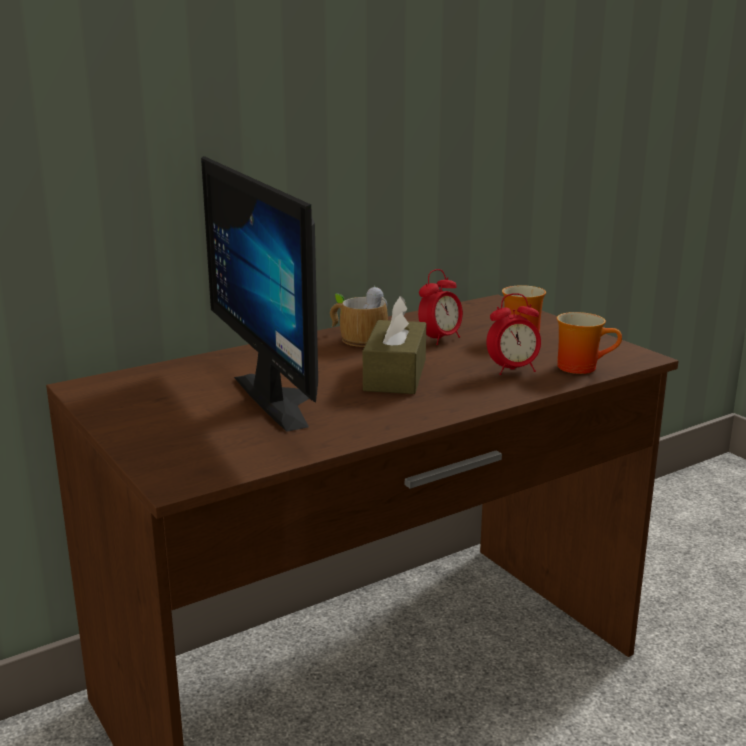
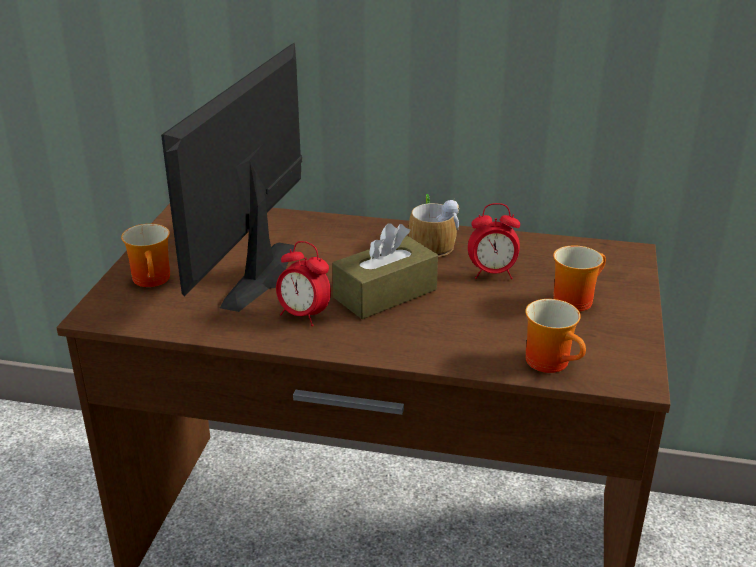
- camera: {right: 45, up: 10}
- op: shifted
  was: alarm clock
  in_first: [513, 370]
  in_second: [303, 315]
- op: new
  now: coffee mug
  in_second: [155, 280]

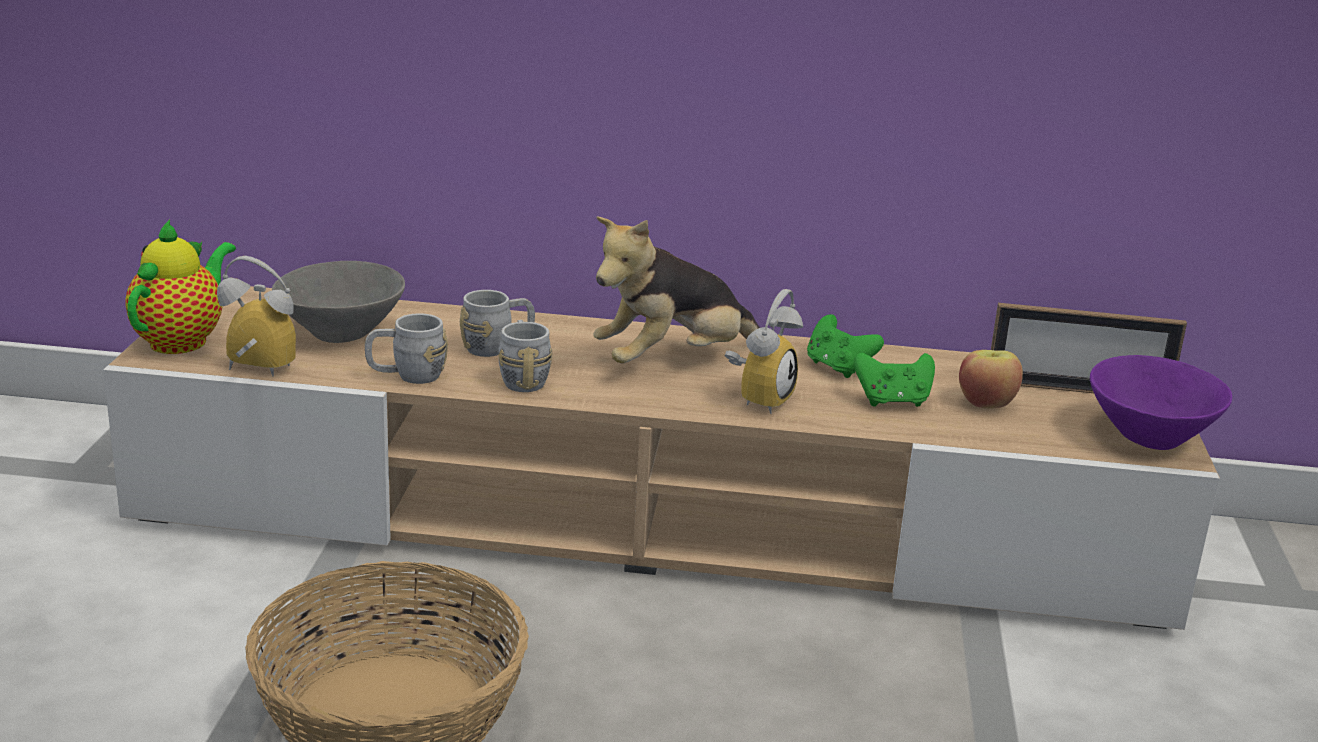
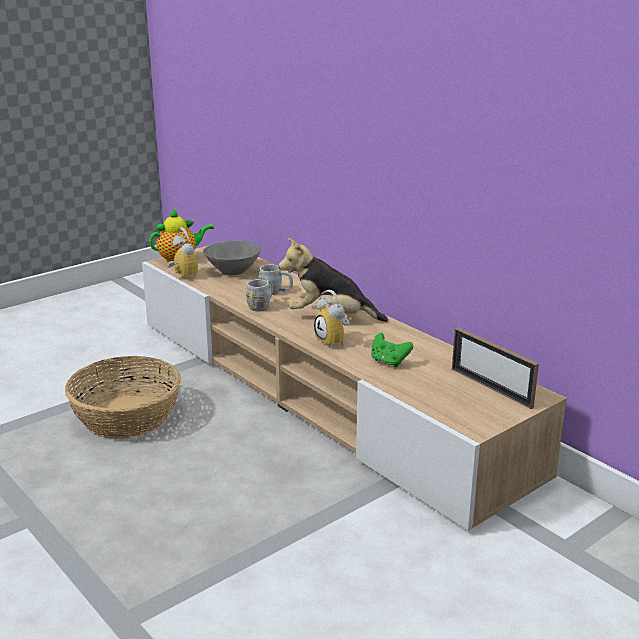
- camera: {right: 45, up: 0}
- op: rotated
  was: alarm clock
  in_first: [759, 398]
  in_second: [334, 341]
  clockwise: 75
- op: gone
  was: greyish coffee mug
  in_first: [407, 376]
- op: gone
  was: green joypad
  in_first: [838, 368]
- op: gone
  was: apple
  in_first: [986, 403]
- op: gone
  was: purplish bowl
  in_first: [1149, 438]

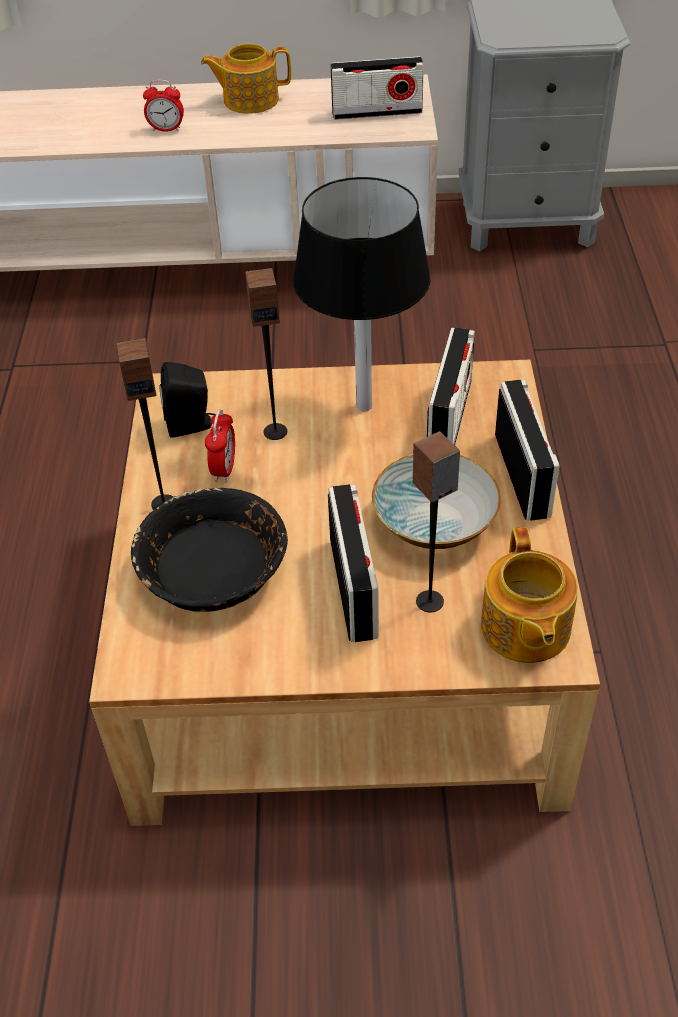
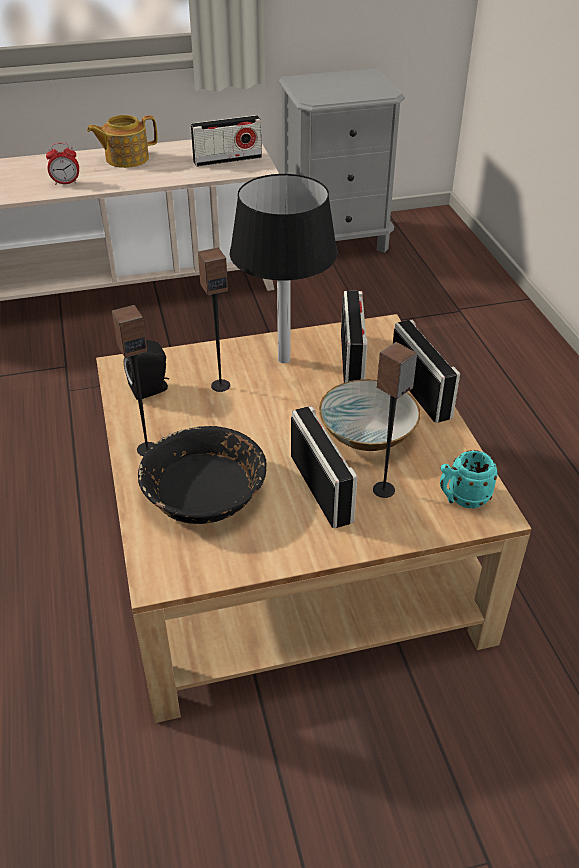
- camera: {right: -15, up: -5}
- op: gone
  was: alarm clock
  in_first: [224, 469]
- op: swapped
  was: pot for tea
  now: blue-green coffee mug
  in_first: [524, 629]
  in_second: [462, 498]

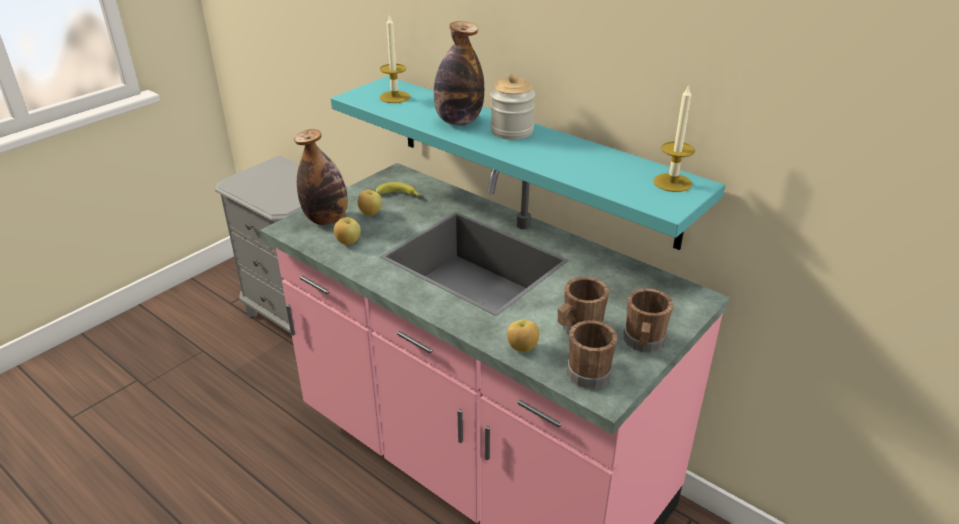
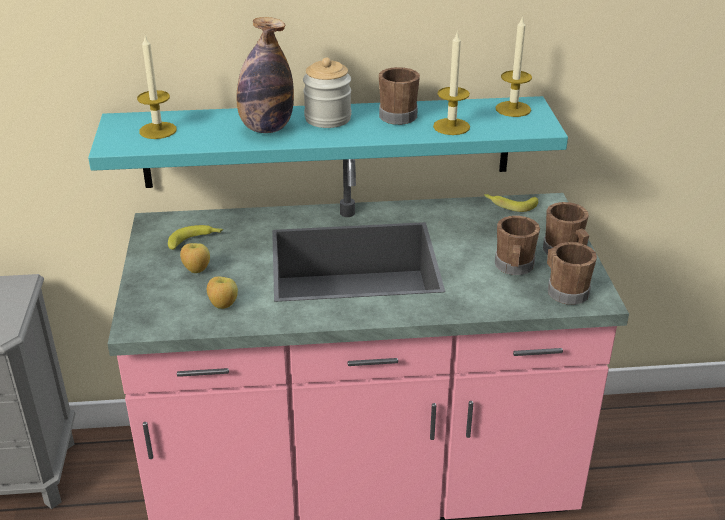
- camera: {right: -45, up: 0}
- op: gone
  was: bottle
  in_first: [326, 219]
- op: gone
  was: apple
  in_first: [522, 348]
- op: new
  now: wax candle
  in_second: [451, 126]
- op: new
  now: brownish coffee mug
  in_second: [397, 114]
- op: new
  now: banana fruit
  in_second: [509, 204]

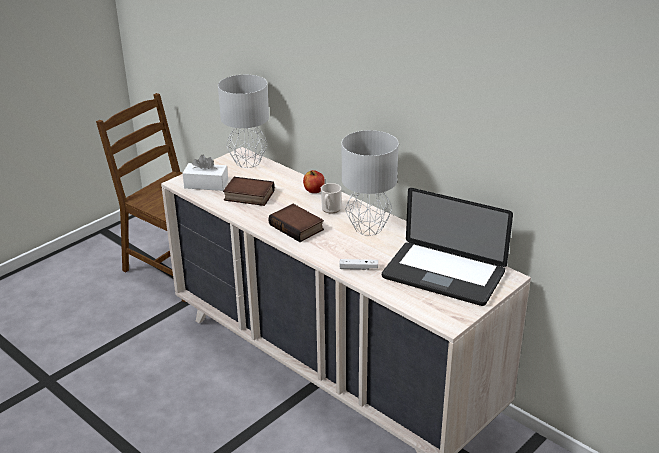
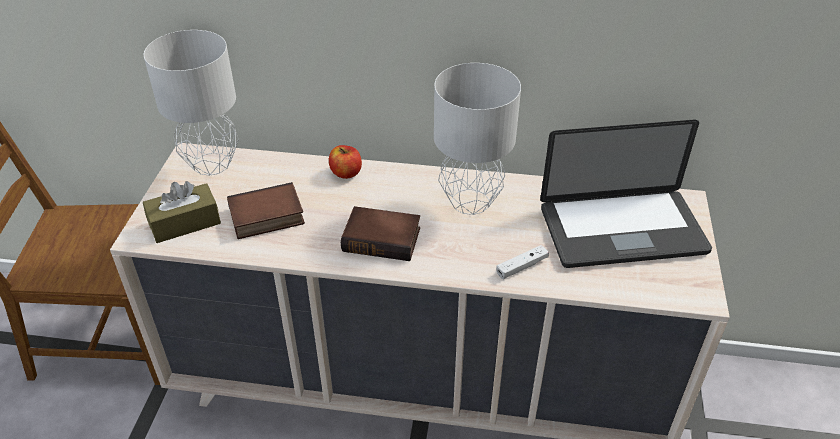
- camera: {right: -35, up: 10}
- op: repainted
  was: white-coloured box of tissues
  now: brownish box of tissues
  in_first: [206, 184]
  in_second: [185, 223]
- op: gone
  was: coffee mug
  in_first: [330, 210]

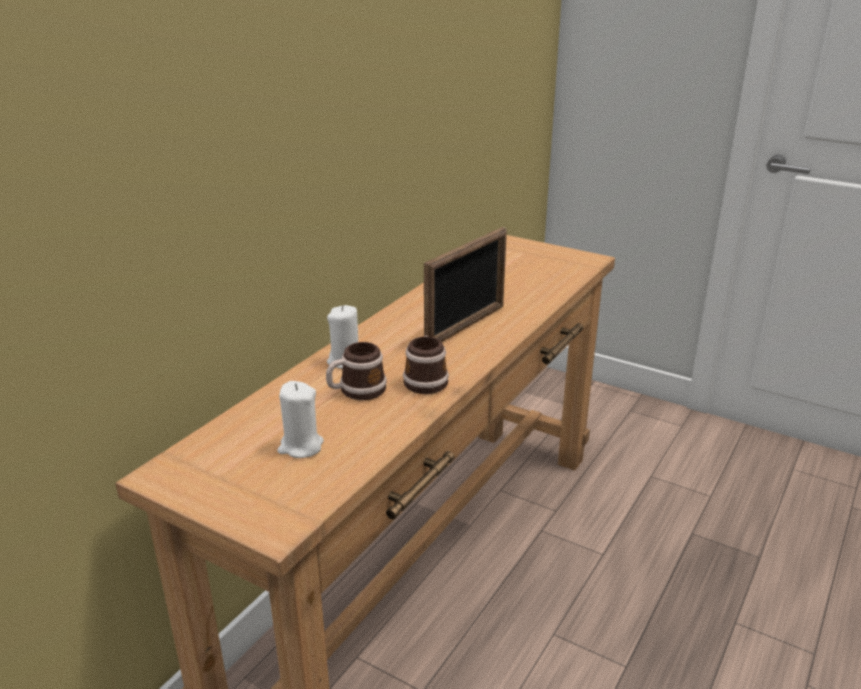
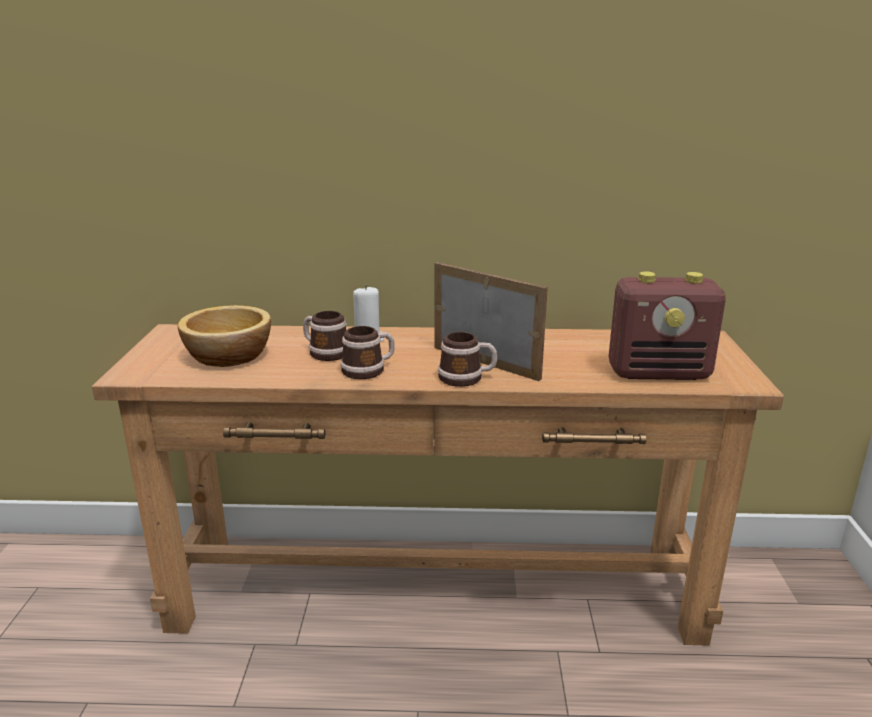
- camera: {right: 60, up: -5}
- op: rotated
  was: photo frame
  in_first: [466, 326]
  in_second: [486, 362]
  clockwise: -150
- op: swapped
  was: white-coloured wax candle
  now: bowl
  in_first: [300, 446]
  in_second: [230, 356]
- op: new
  now: radio
  in_second: [659, 373]
- op: new
  now: coffee mug
  in_second: [467, 378]

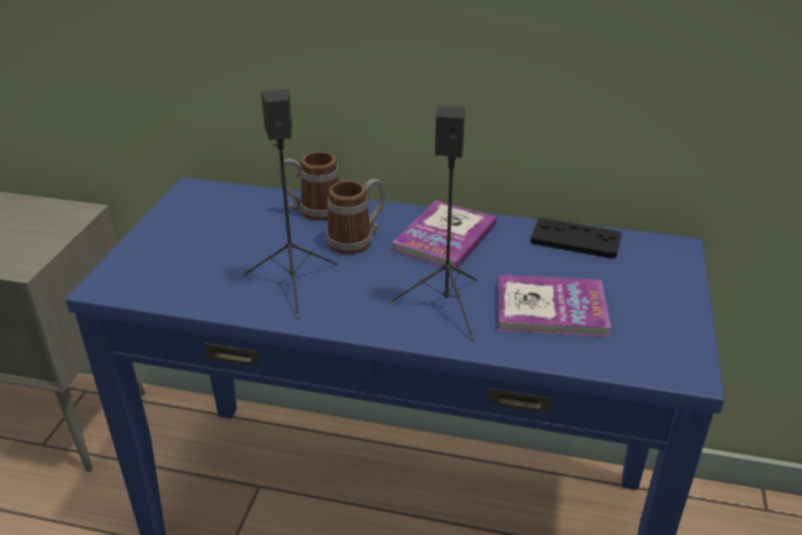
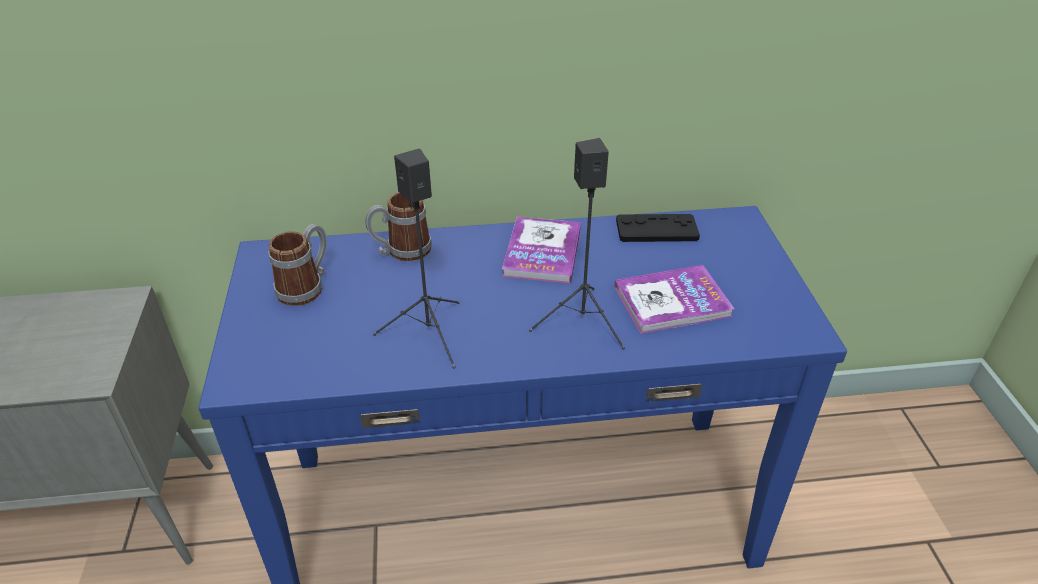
- camera: {right: -20, up: 5}
- op: shifted
  was: coffee mug
  in_first: [358, 239]
  in_second: [306, 286]

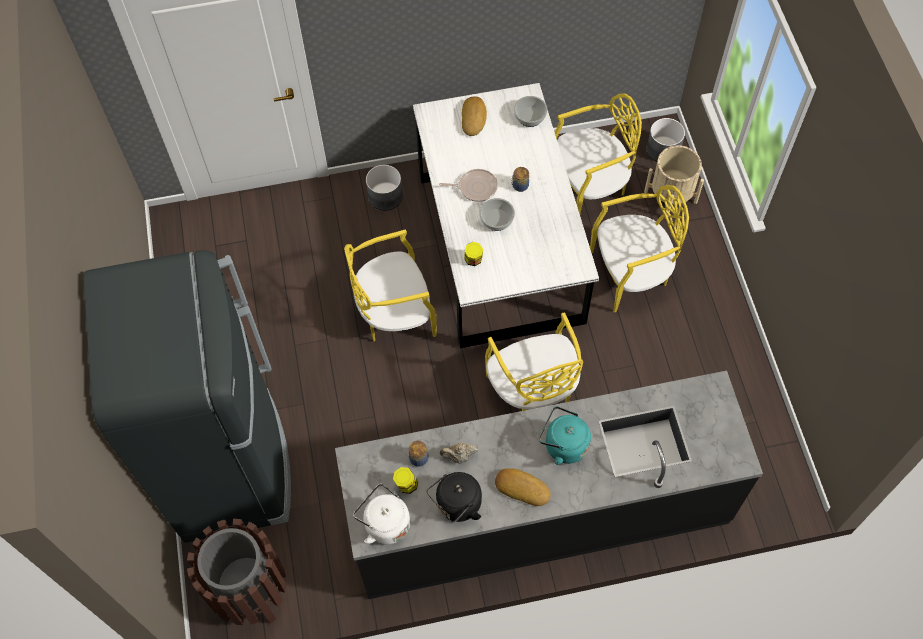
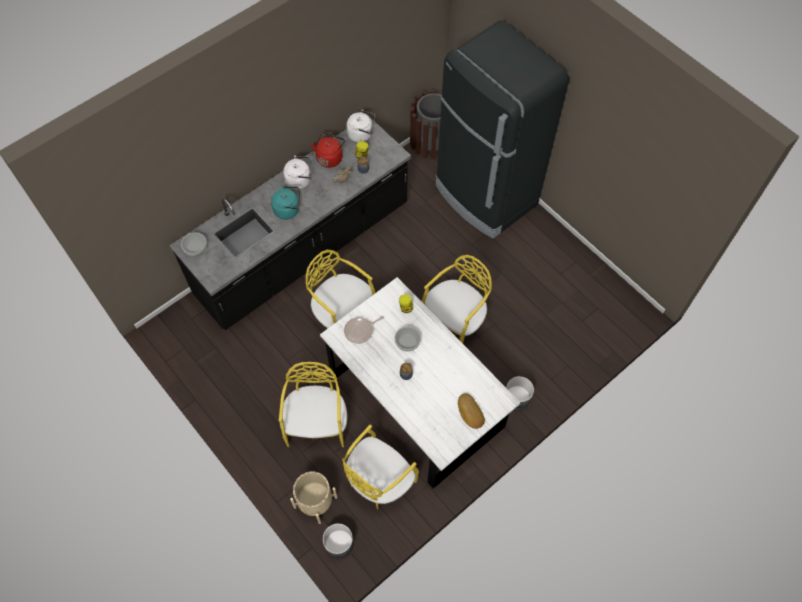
- camera: {right: 150, up: 0}
- op: shifted
  was: bowl
  in_first: [529, 117]
  in_second: [195, 247]
- op: shifted
  was: frying pan
  in_first: [475, 187]
  in_second: [360, 331]
- op: rotated
  was: yellow chair
  in_first: [631, 274]
  in_second: [317, 423]
  clockwise: 135
- op: swapped
  was: baked bread
  now: white-coloured kettle
  in_first: [522, 487]
  in_second: [300, 180]
- op: repainted
  was: black-coloured kettle
  now: red kettle
  in_first: [456, 505]
  in_second: [330, 157]

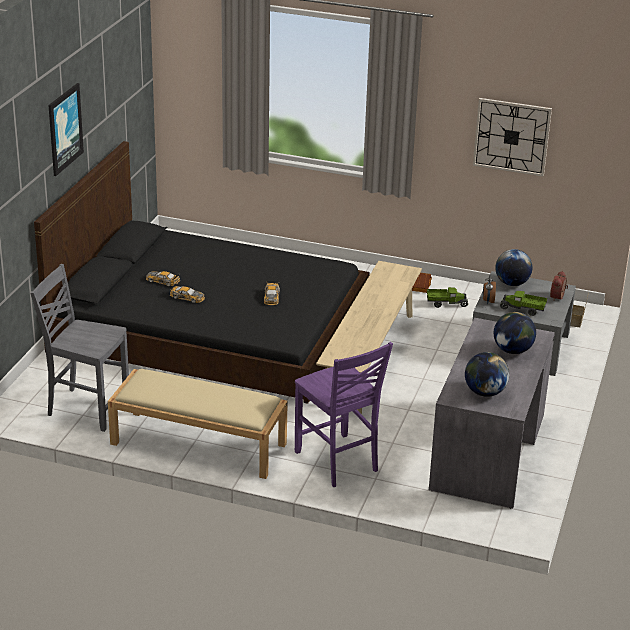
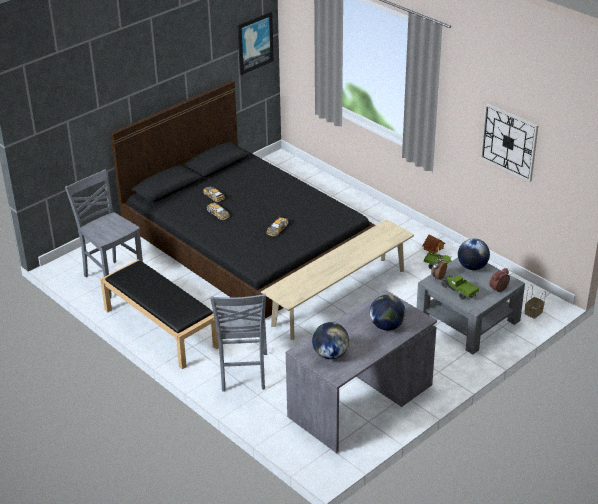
- camera: {right: 30, up: 5}
- op: shifted
  was: wall art
  in_first: [64, 129]
  in_second: [254, 42]
- op: repainted
  was: purplish chair
  now: greyish chair
  in_first: [338, 462]
  in_second: [242, 373]
- op: repainted
  was: beige-coloured long seat
  now: black-coloured long seat
  in_first: [197, 444]
  in_second: [160, 328]

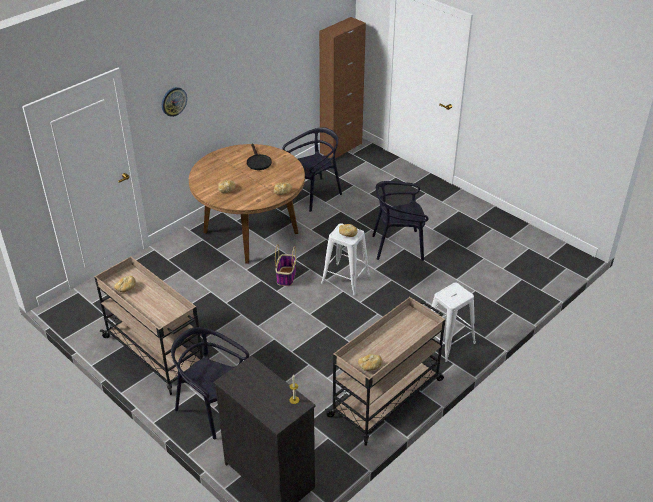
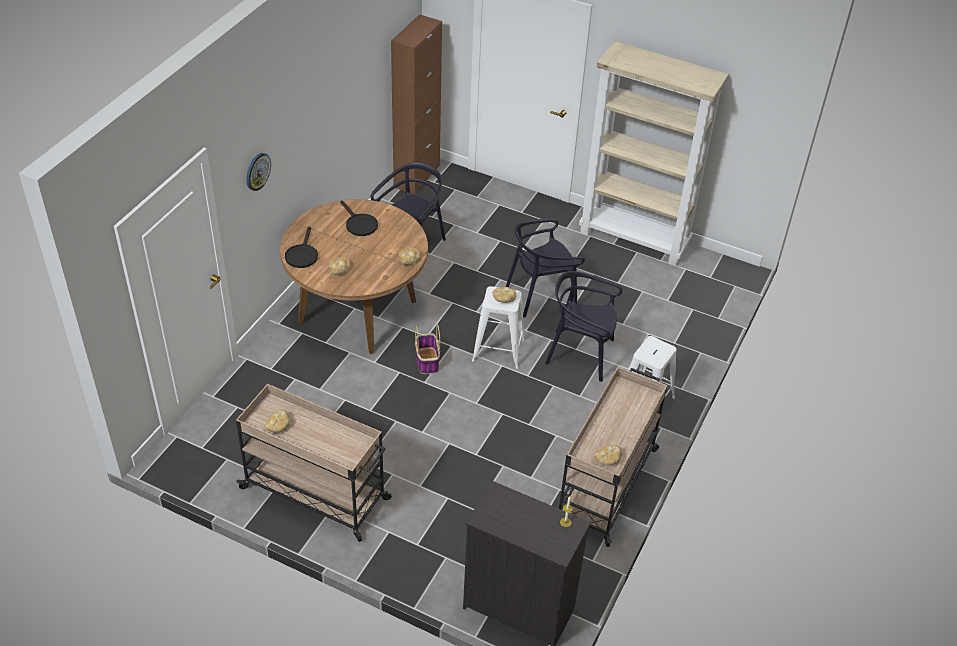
- camera: {right: -20, up: 5}
- op: shifted
  was: black-coloured chair
  in_first: [212, 408]
  in_second: [580, 354]
- op: new
  now: beige-coloured bookshelf
  in_second: [635, 239]
- op: new
  now: black-coloured frying pan
  in_second: [302, 254]

